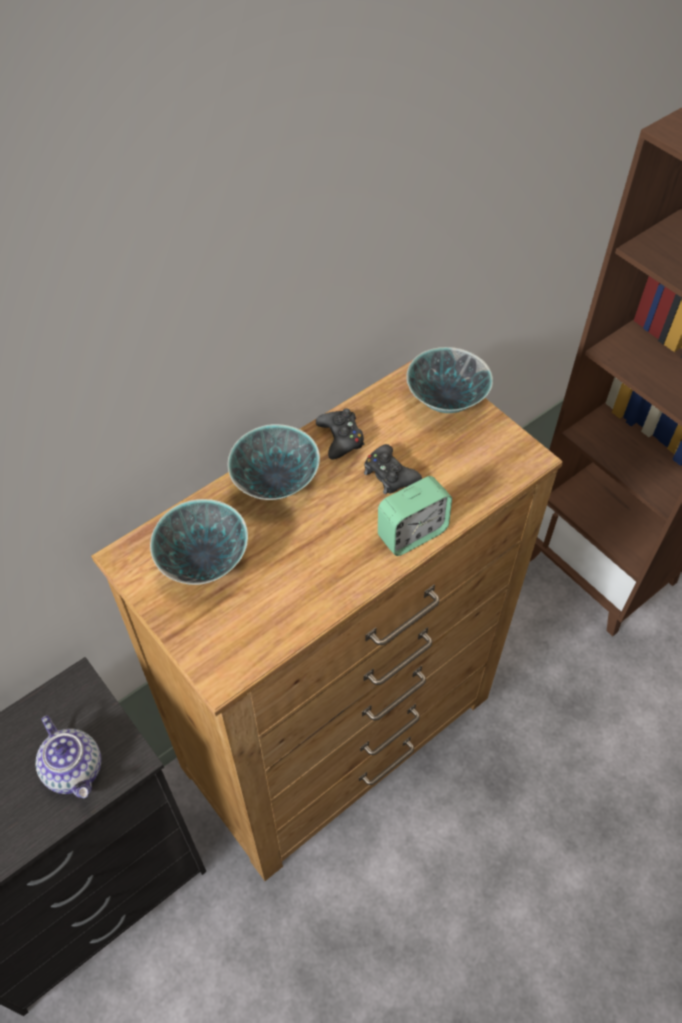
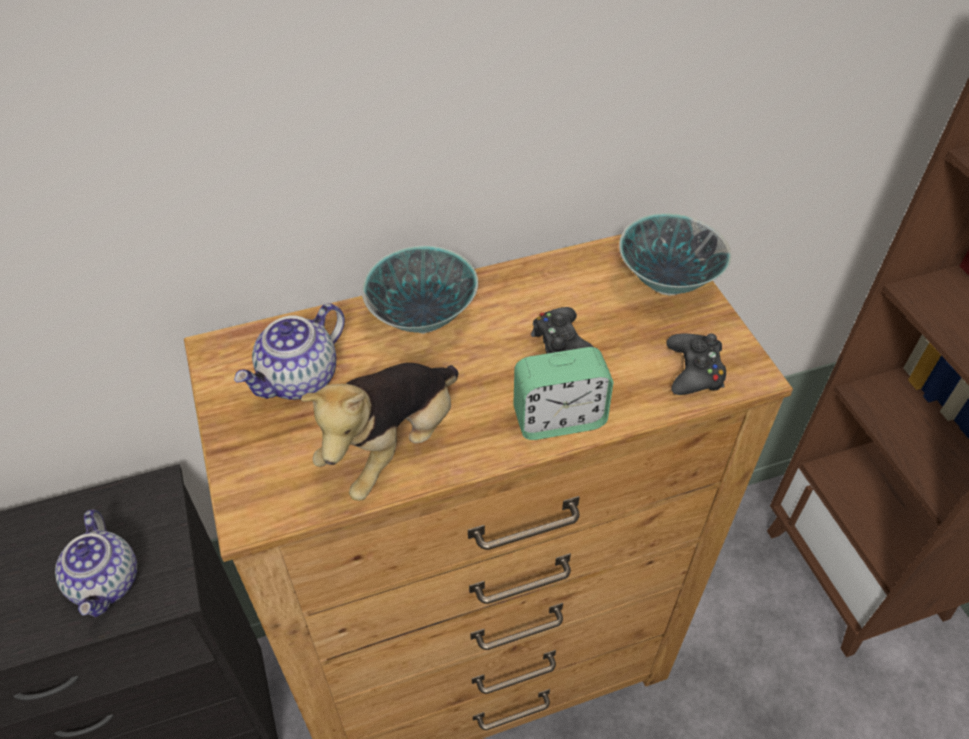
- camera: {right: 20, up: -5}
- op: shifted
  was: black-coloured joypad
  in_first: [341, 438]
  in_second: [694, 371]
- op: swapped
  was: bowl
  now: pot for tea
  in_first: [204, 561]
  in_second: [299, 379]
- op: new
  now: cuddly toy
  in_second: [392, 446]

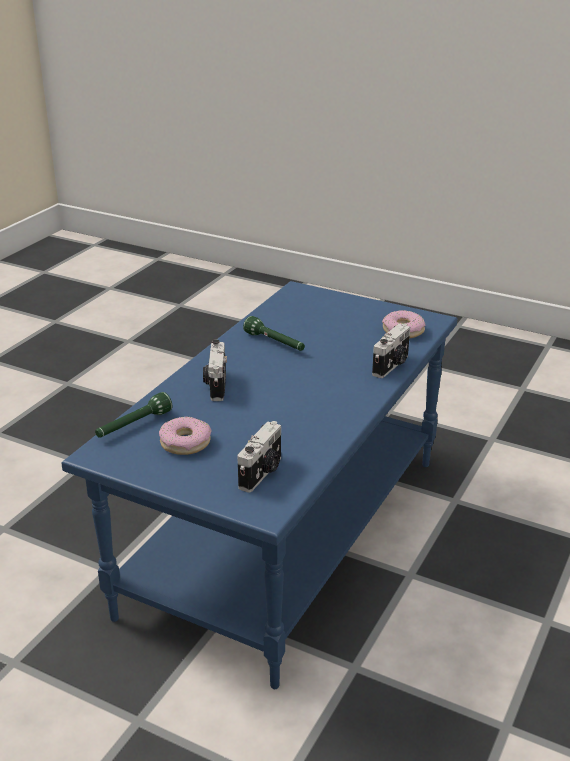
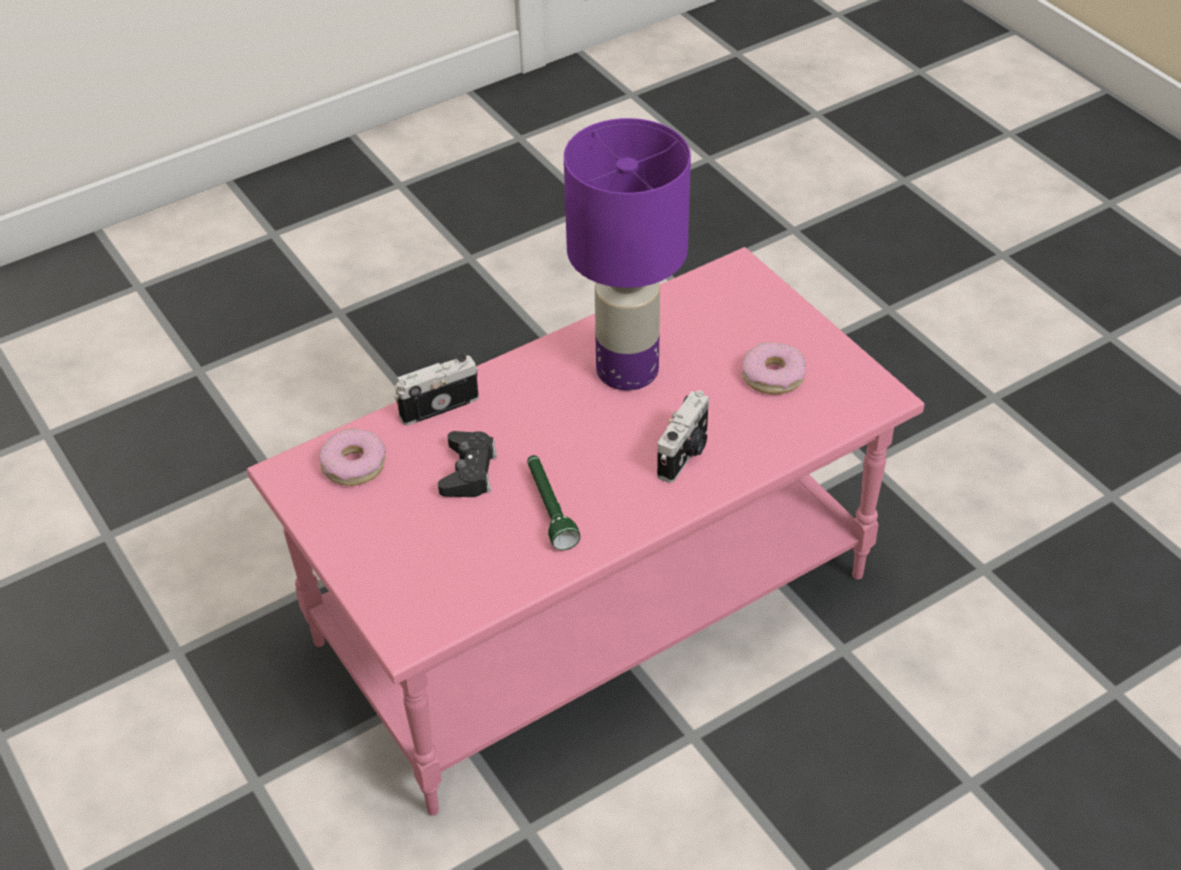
- camera: {right: -150, up: 15}
- op: repainted
  was: blue low table
  now: pinkish low table
  in_first: [284, 532]
  in_second: [593, 614]
- op: gone
  was: green torch
  in_first: [133, 426]
- op: gone
  was: photo camera
  in_first: [262, 473]
- op: new
  now: purplish tabletop lamp
  in_second: [627, 369]
- op: new
  now: black-coloured joypad
  in_second: [468, 471]

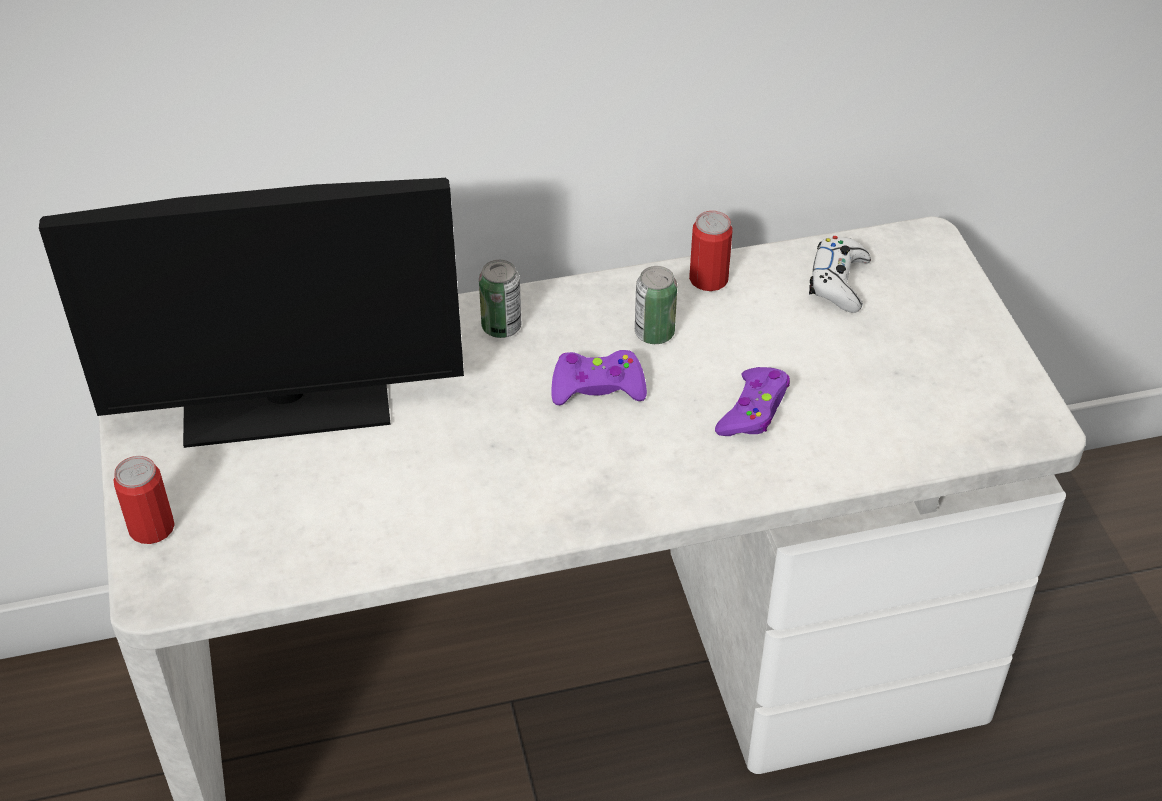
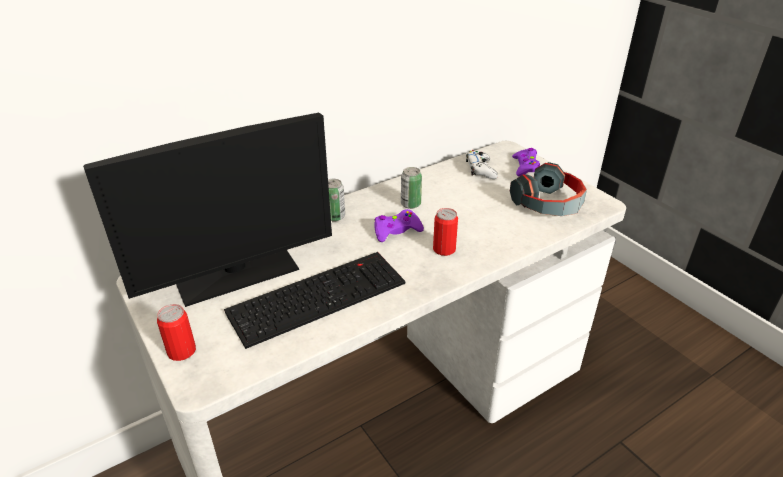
- camera: {right: -20, up: -10}
- op: shifted
  was: metal can
  in_first: [708, 279]
  in_second: [444, 249]
- op: shifted
  was: purplish joypad
  in_first: [753, 410]
  in_second: [525, 167]
- op: new
  now: pair of headphones
  in_second: [548, 204]
- op: new
  now: computer keyboard
  in_second: [318, 295]

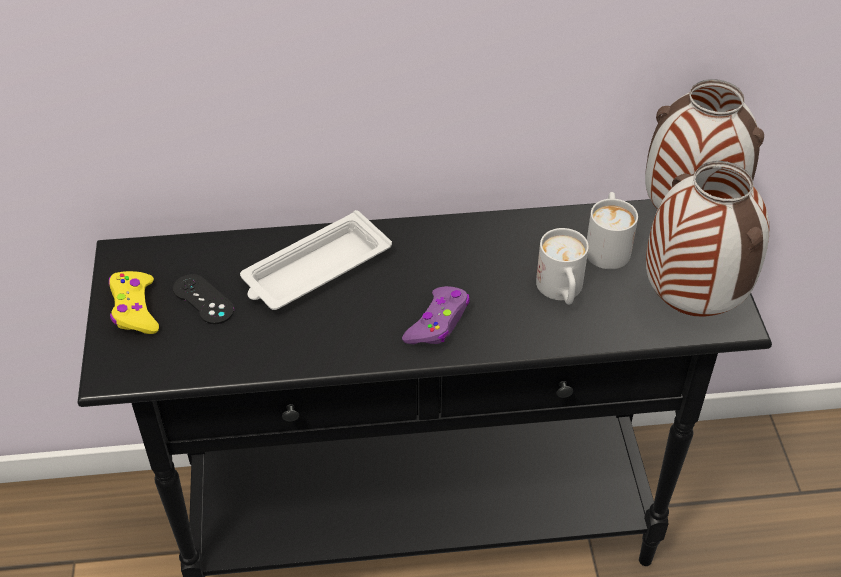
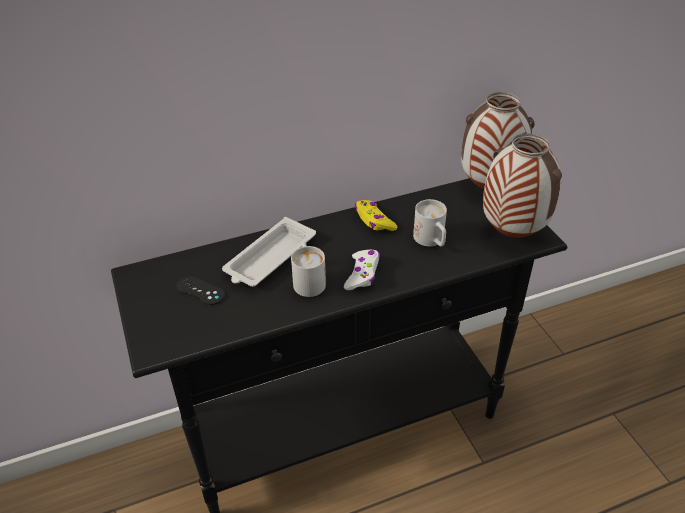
- camera: {right: -15, up: -5}
- op: shifted
  was: white-coloured coffee mug
  in_first: [607, 245]
  in_second: [308, 280]
- op: shifted
  was: yellow joypad
  in_first: [135, 309]
  in_second: [374, 221]
- op: repainted
  was: purplish joypad
  now: white-coloured joypad
  in_first: [438, 323]
  in_second: [362, 274]

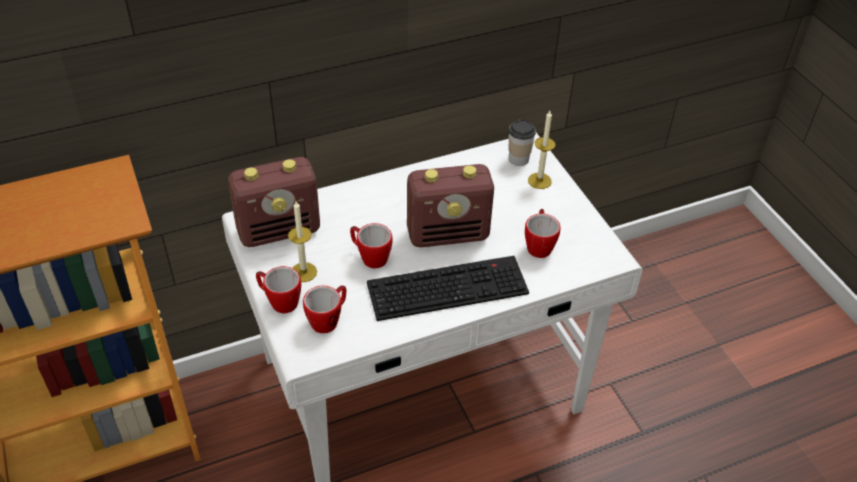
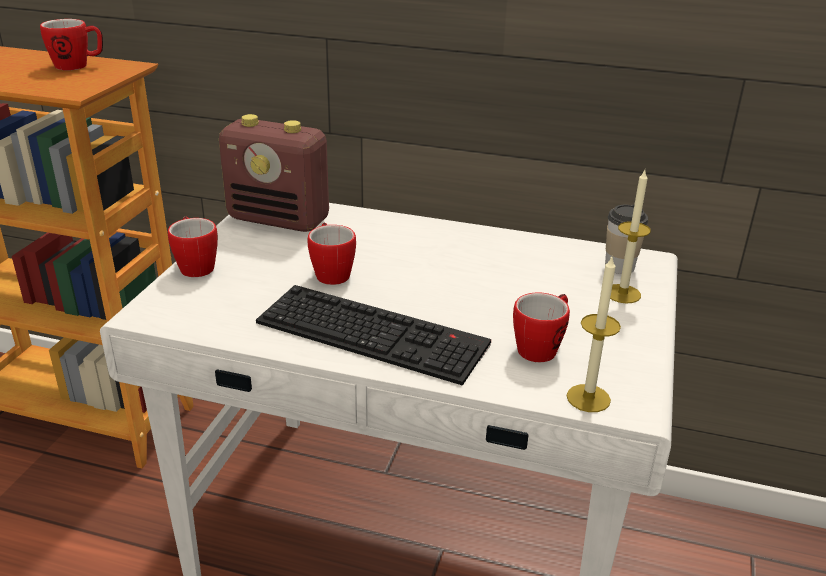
- camera: {right: 40, up: -15}
- op: gone
  was: radio
  in_first: [448, 234]
- op: shifted
  was: wax candle
  in_first: [303, 272]
  in_second: [588, 398]
- op: shifted
  was: coffee mug
  in_first: [328, 319]
  in_second: [78, 66]

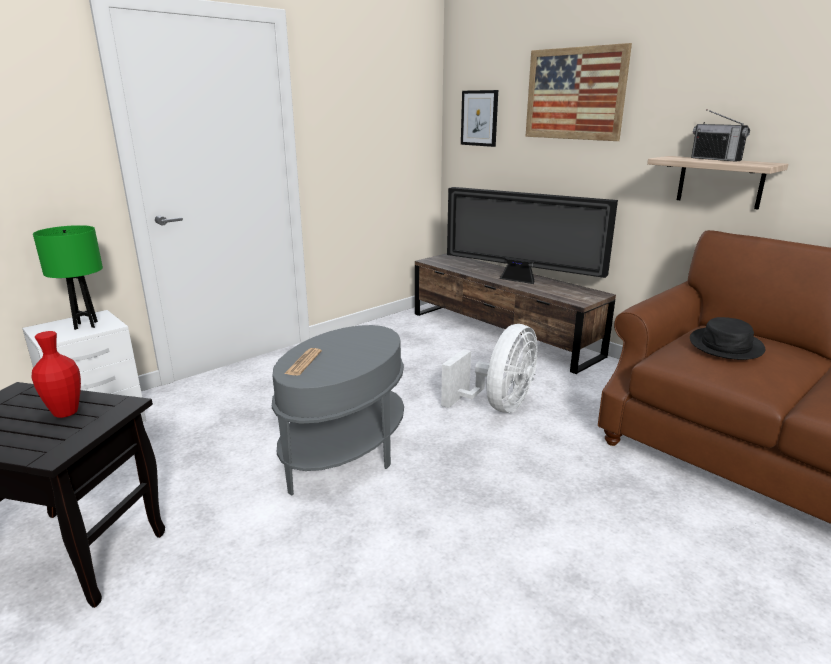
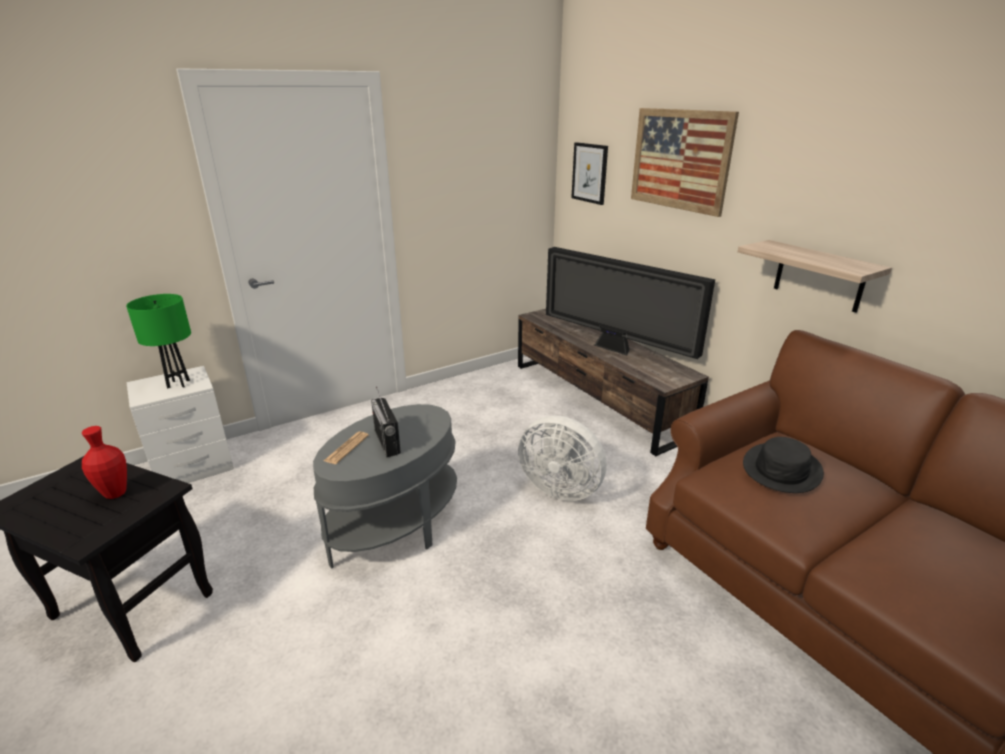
- camera: {right: 10, up: 5}
- op: shifted
  was: radio
  in_first: [715, 159]
  in_second: [387, 442]
- op: rotated
  was: white-coloured fan
  in_first: [498, 406]
  in_second: [560, 487]
  clockwise: 75

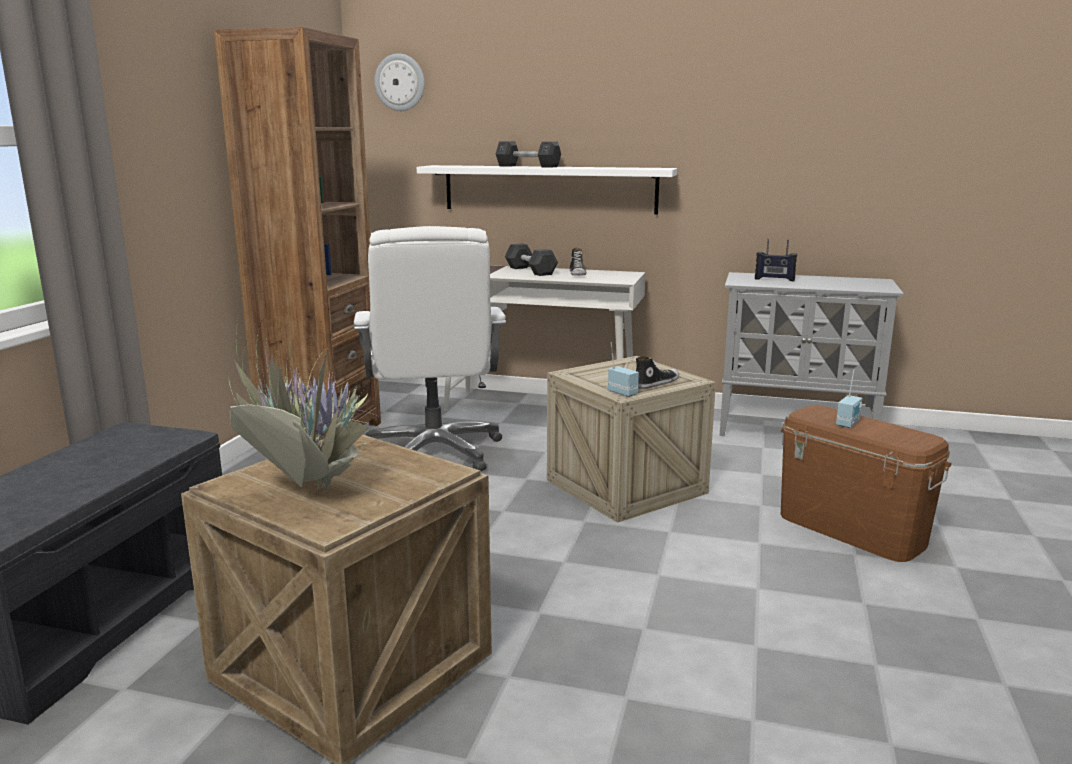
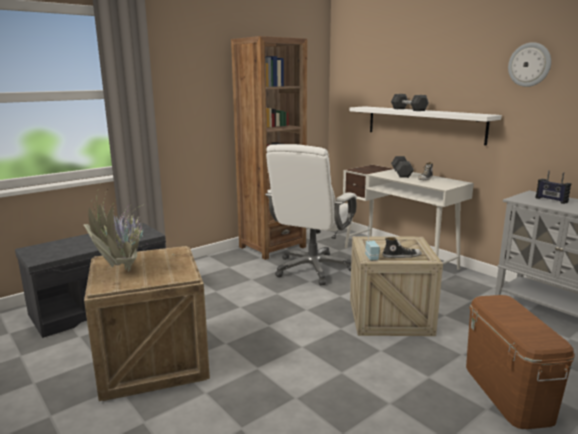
- camera: {right: 35, up: 0}
- op: shifted
  was: wall clock
  in_first: [400, 82]
  in_second: [529, 64]
- op: gone
  was: radio
  in_first: [849, 423]

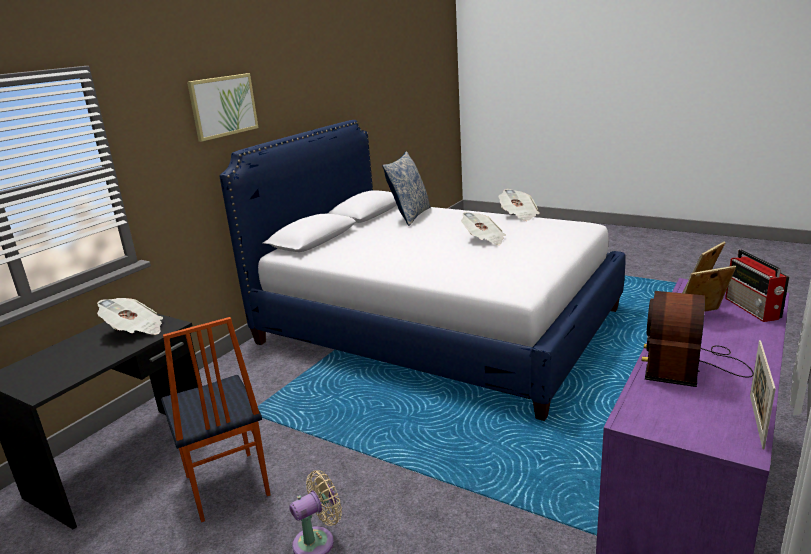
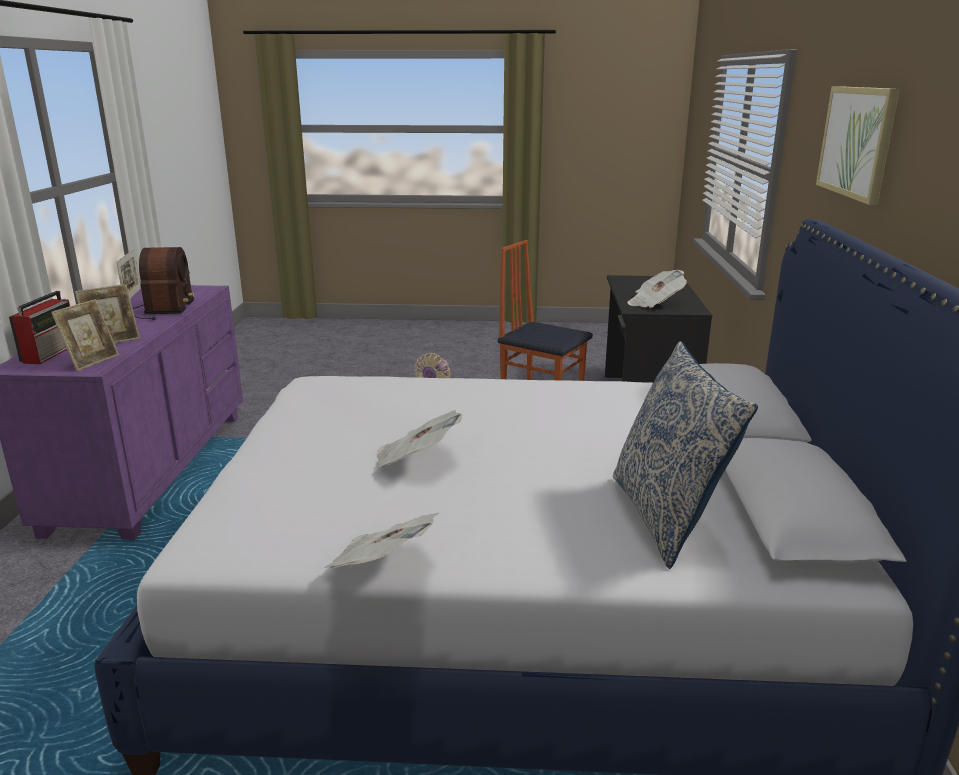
- camera: {right: 150, up: 0}
- op: rotated
  was: radio
  in_first: [753, 309]
  in_second: [51, 352]
  clockwise: 45

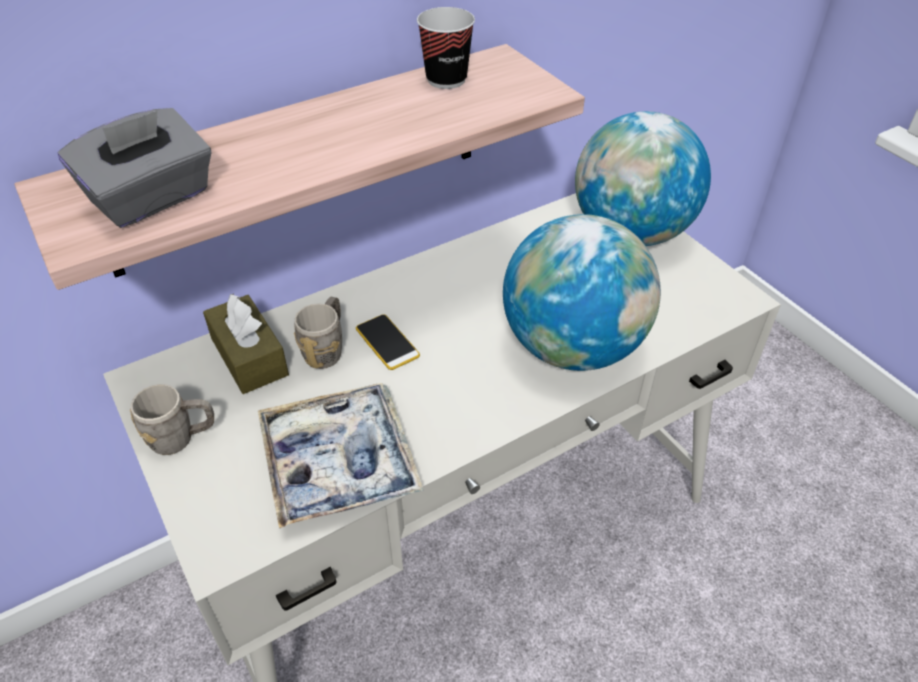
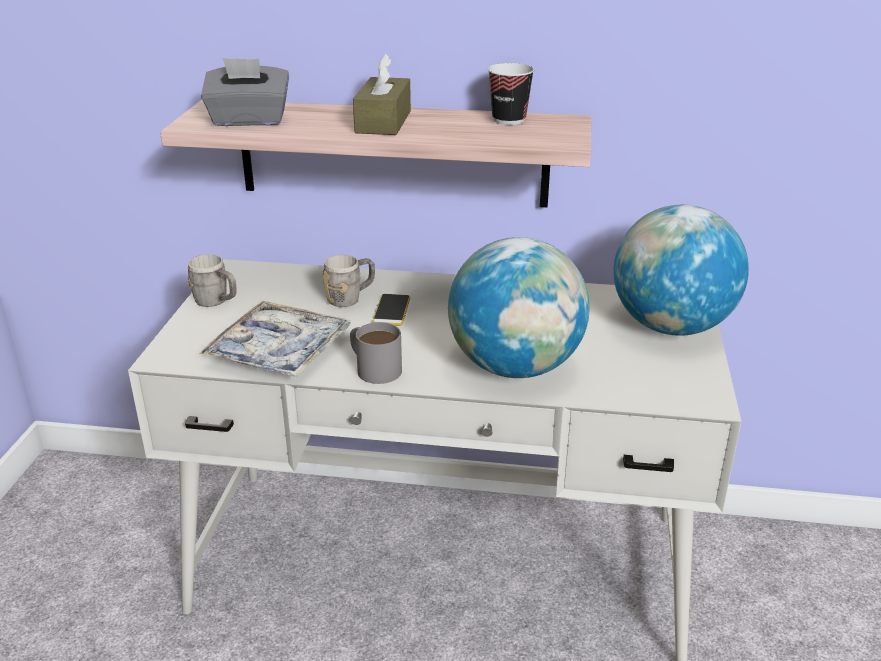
- camera: {right: 40, up: -15}
- op: shifted
  was: brownish box of tissues
  in_first: [249, 356]
  in_second: [383, 122]
- op: new
  now: greyish coffee mug
  in_second: [373, 367]

